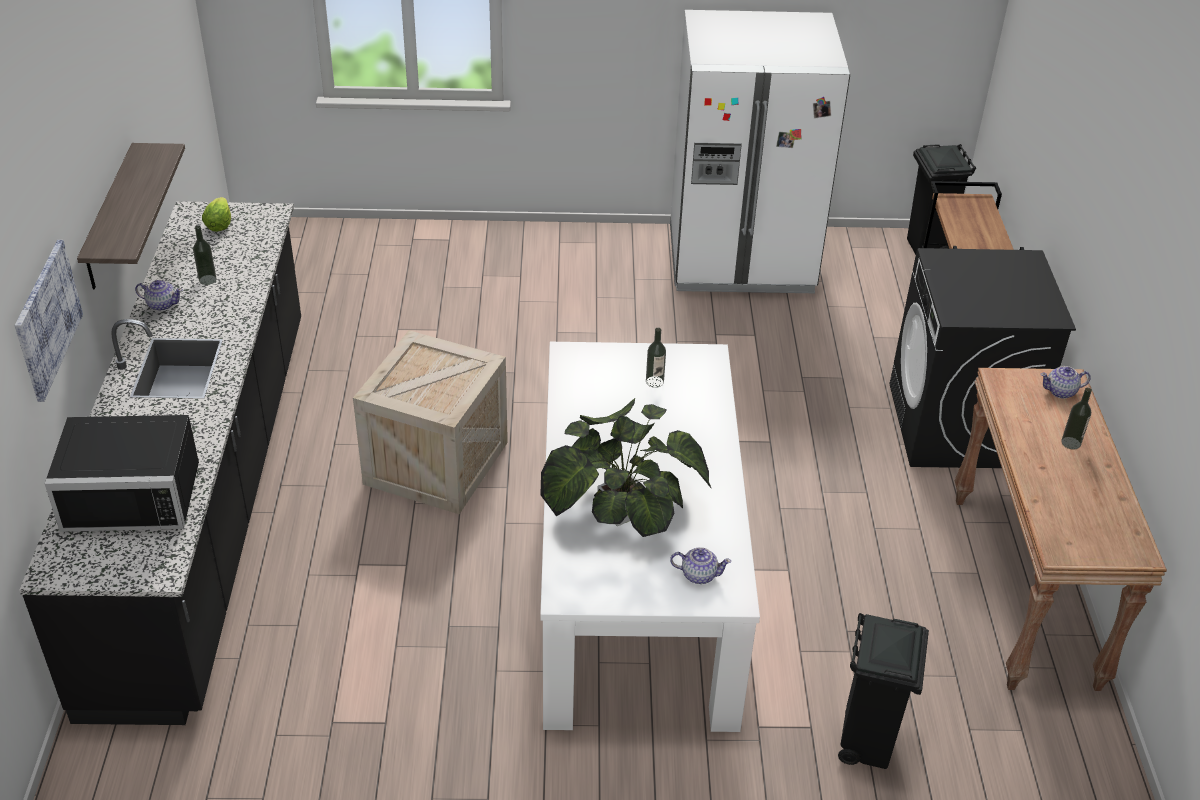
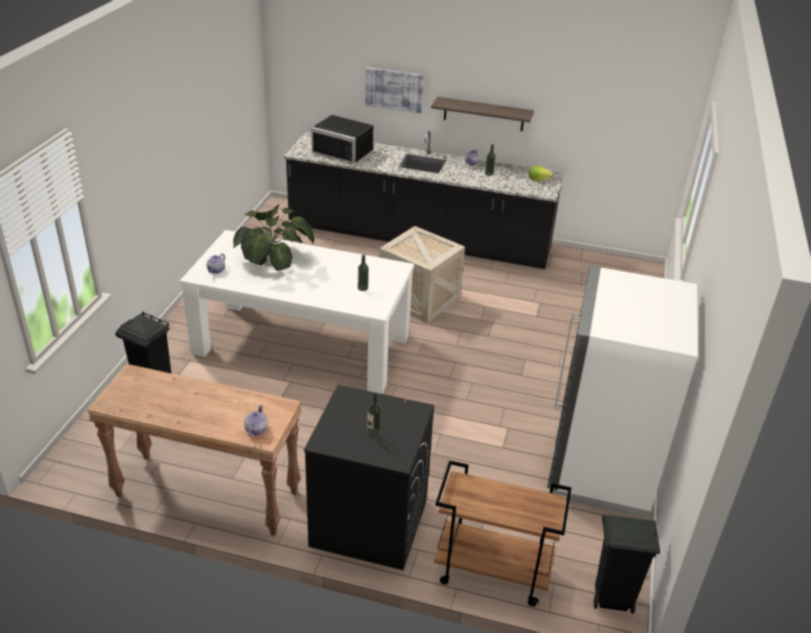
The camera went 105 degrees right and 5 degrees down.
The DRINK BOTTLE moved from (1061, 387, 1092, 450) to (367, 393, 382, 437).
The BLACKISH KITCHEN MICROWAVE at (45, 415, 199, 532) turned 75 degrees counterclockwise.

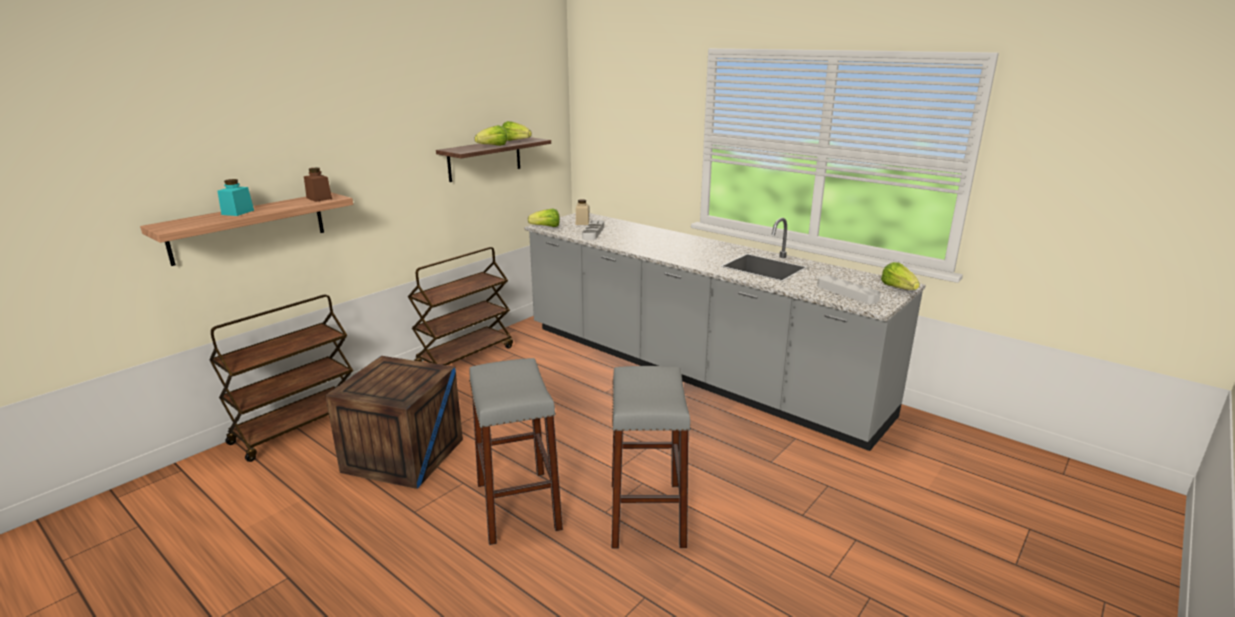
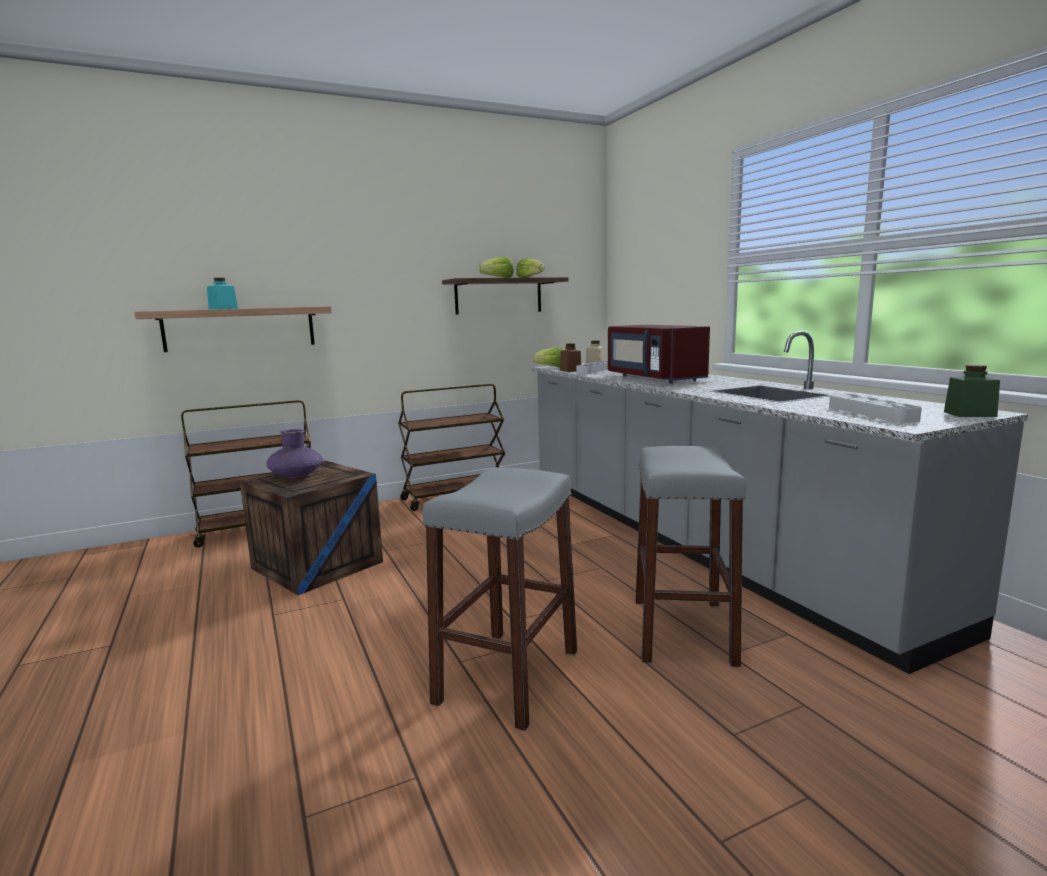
The camera went 25 degrees right and 10 degrees down.
The PURPLE FLOWER VASE at (266, 429, 323, 478) appeared.
The REDDISH KITCHEN MICROWAVE at (608, 325, 710, 384) appeared.
The BROWNISH STORAGE JAR moved from (304, 167, 332, 202) to (560, 343, 581, 372).
The GRAY SITTING STOOL moved from (469, 358, 563, 545) to (636, 446, 746, 667).
The HEAD OF LETTUCE at (881, 262, 920, 290) was replaced by the GREENISH STORAGE JAR at (944, 365, 1000, 417).

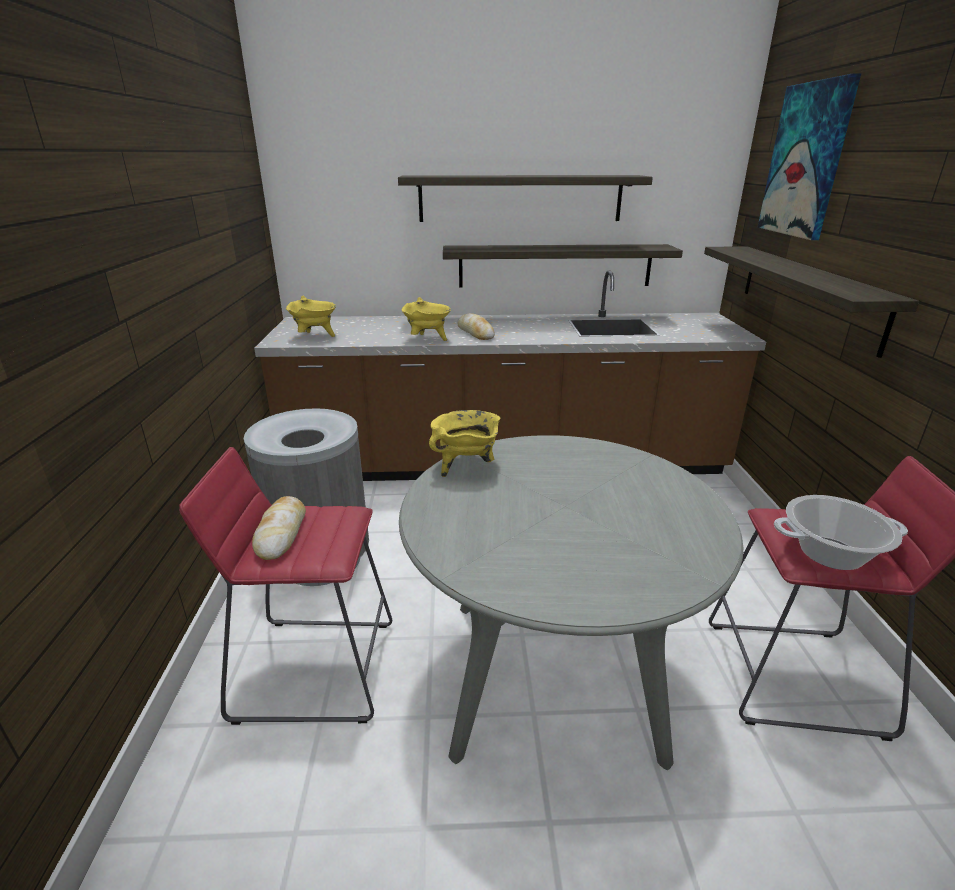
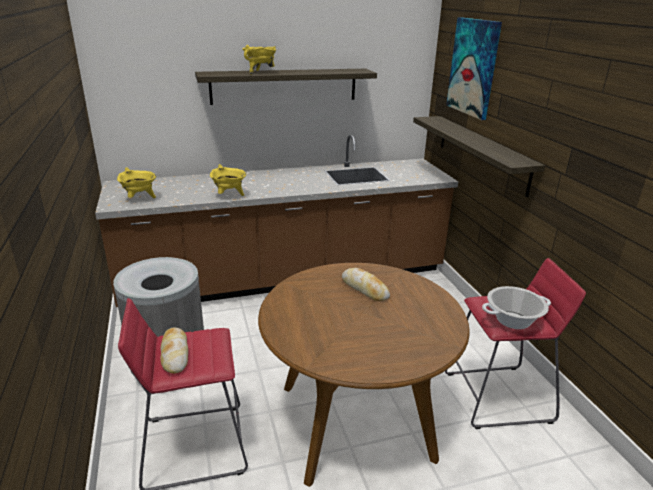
The camera went 15 degrees left and 0 degrees up.
The SHELF at (443, 244, 683, 288) disappeared.
The YELLOW STOCKPOT moved from (429, 410, 500, 477) to (242, 45, 276, 75).
The BAKED BREAD moved from (458, 313, 495, 340) to (342, 268, 390, 301).
The GRAY DINING TABLE at (399, 435, 743, 770) became the BROWNISH DINING TABLE at (258, 263, 470, 487).

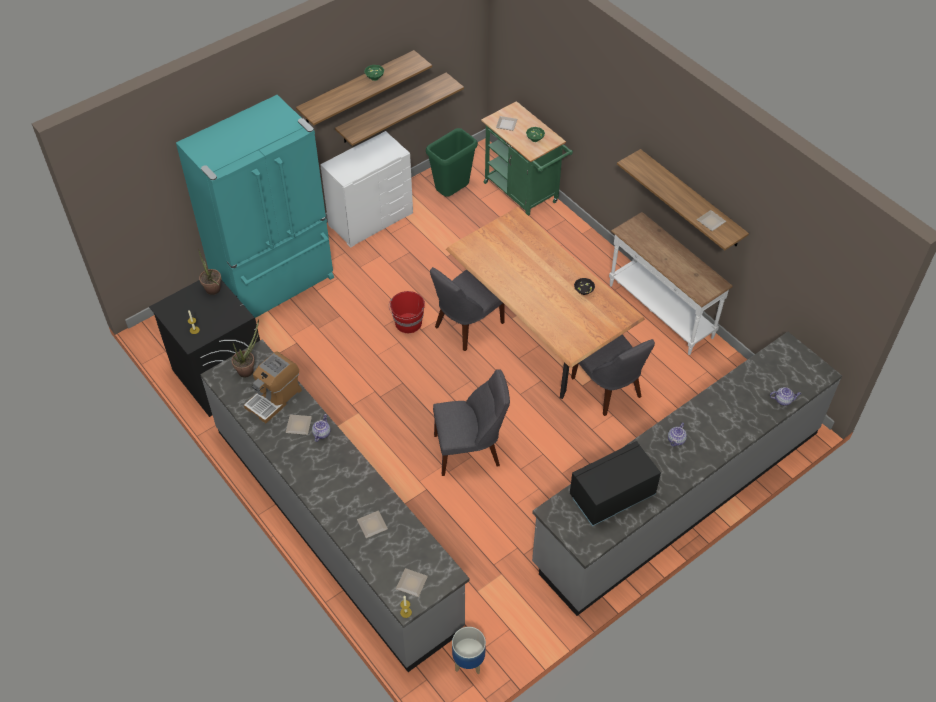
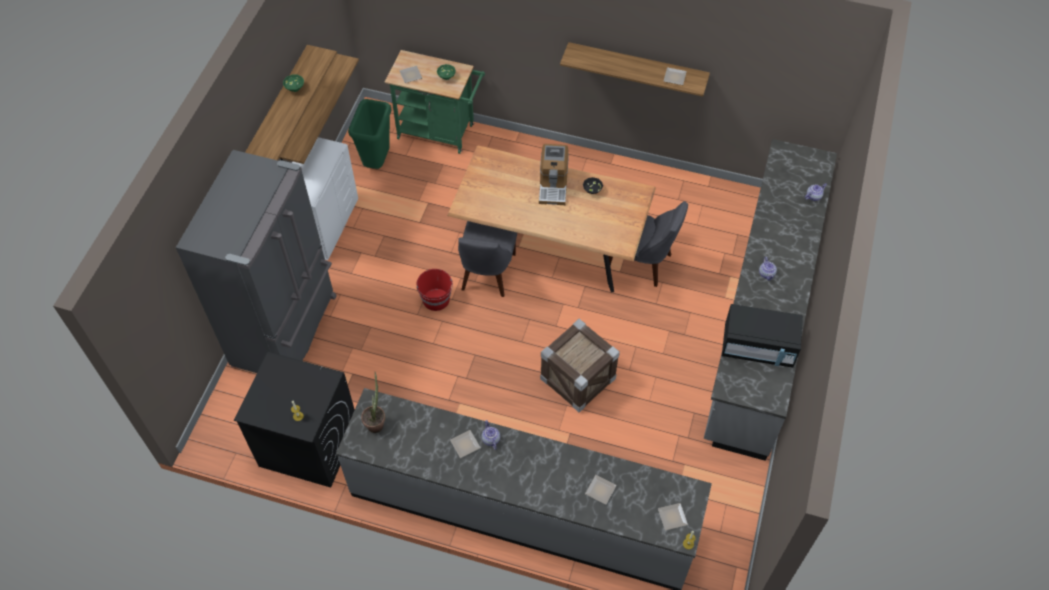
The camera went 35 degrees left and 5 degrees up.
The POTTED PLANT at (198, 249, 221, 295) disappeared.
The FLOWER POT at (452, 627, 486, 674) disappeared.
The WHITE-COLOURED HALL TABLE at (609, 212, 733, 355) disappeared.
The COFFEE BREWER moved from (244, 352, 302, 423) to (539, 144, 569, 205).
The GRAY PLAIN CHAIR at (433, 369, 510, 476) was replaced by the PACKING CRATE at (540, 319, 620, 413).
The BLUE-GREEN FRIDGE at (176, 95, 334, 318) became the GRAY FRIDGE at (176, 150, 337, 373).
The BLACKISH KITCHEN MICROWAVE at (570, 441, 661, 526) turned 105 degrees counterclockwise.

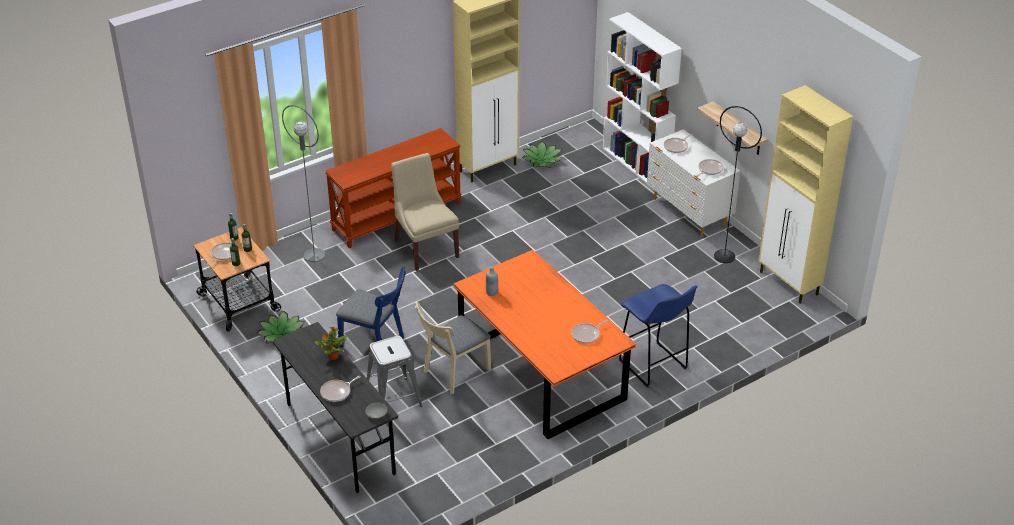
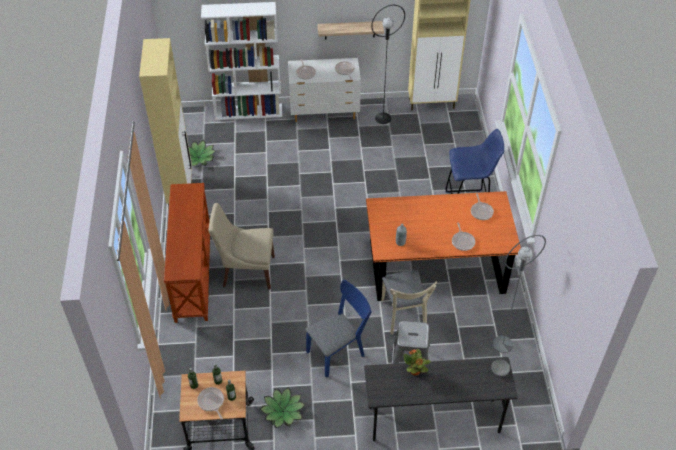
The camera went 60 degrees left and 10 degrees up.
The GRAY STANDARD LAMP moved from (282, 105, 325, 262) to (493, 235, 546, 353).
The PAN moved from (320, 376, 361, 402) to (452, 222, 475, 251).

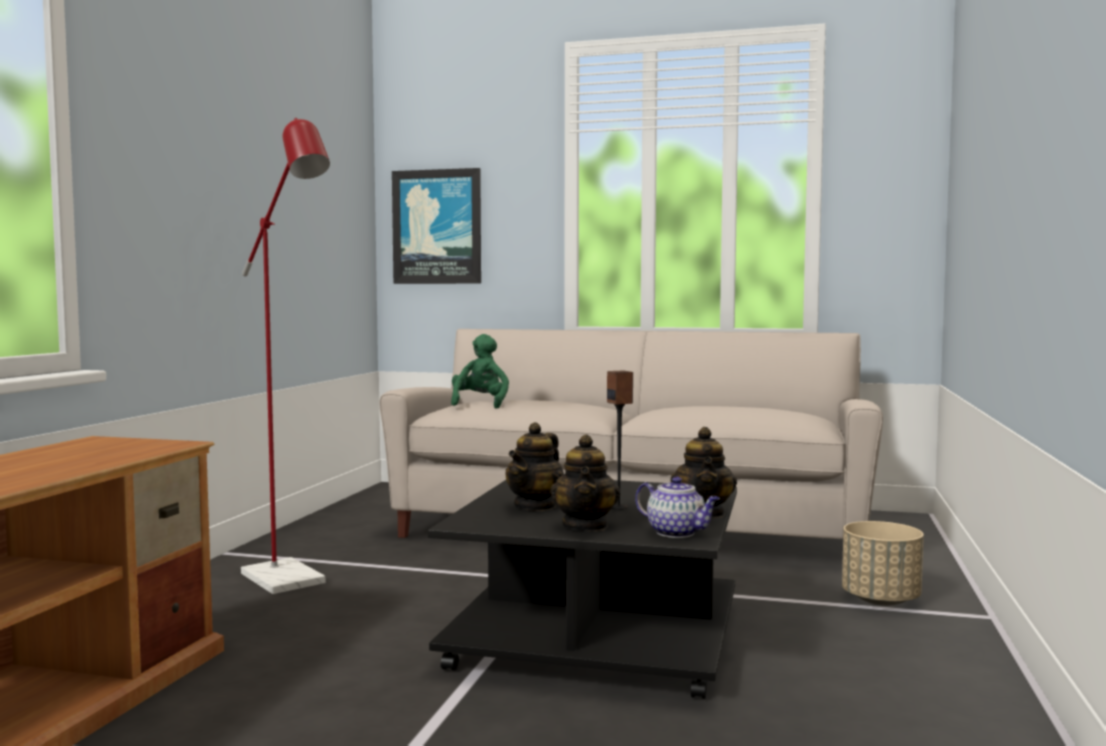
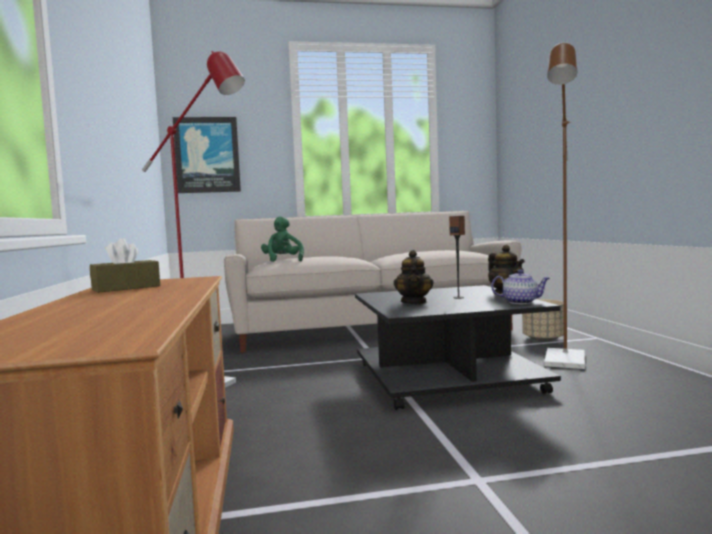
The camera went 25 degrees left and 0 degrees up.
The TEA POT at (550, 434, 620, 531) disappeared.
The BROWNISH BOX OF TISSUES at (90, 238, 160, 293) appeared.
The BROWNISH STANDARD LAMP at (544, 42, 585, 369) appeared.

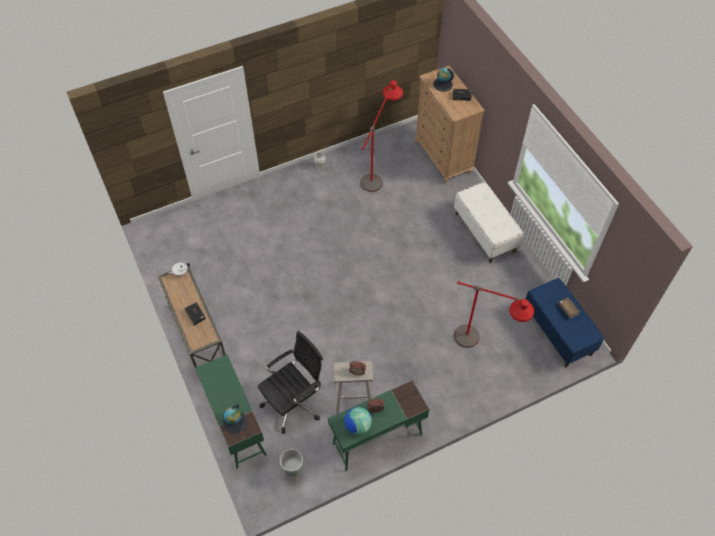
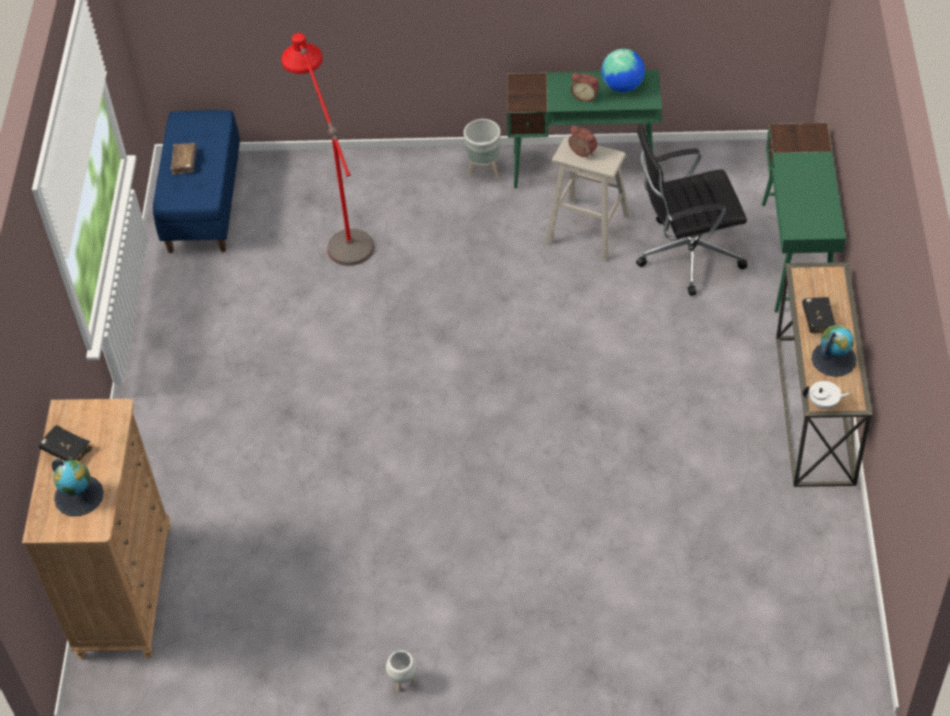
The camera went 150 degrees left and 5 degrees down.
The REDDISH STANDARD LAMP at (360, 80, 403, 192) disappeared.
The WHITE-COLOURED BENCH at (454, 182, 523, 263) disappeared.
The WORLD GLOBE moved from (222, 404, 247, 434) to (812, 325, 857, 377).
The GRAY FLOWER POT moved from (280, 449, 303, 482) to (464, 119, 501, 179).

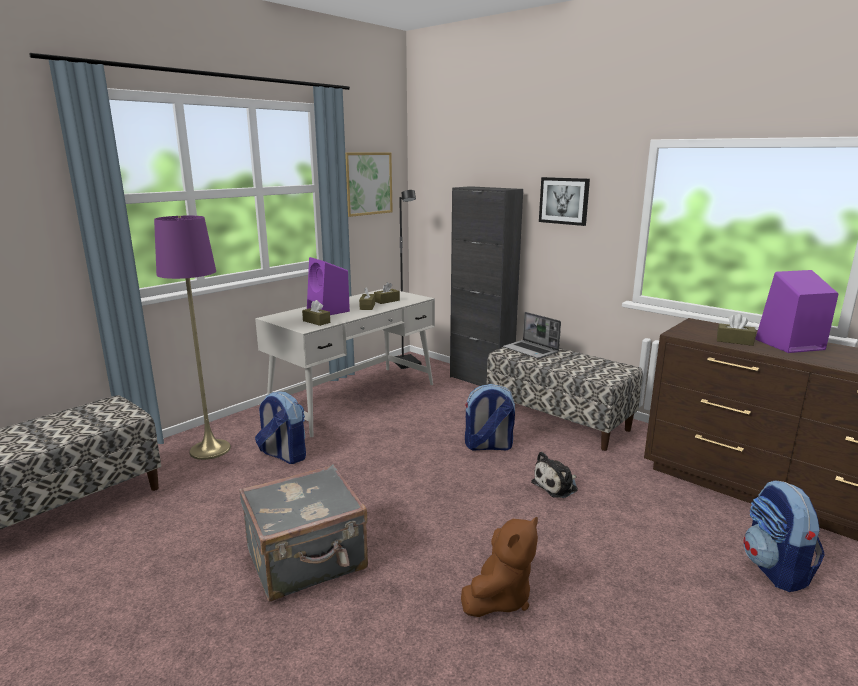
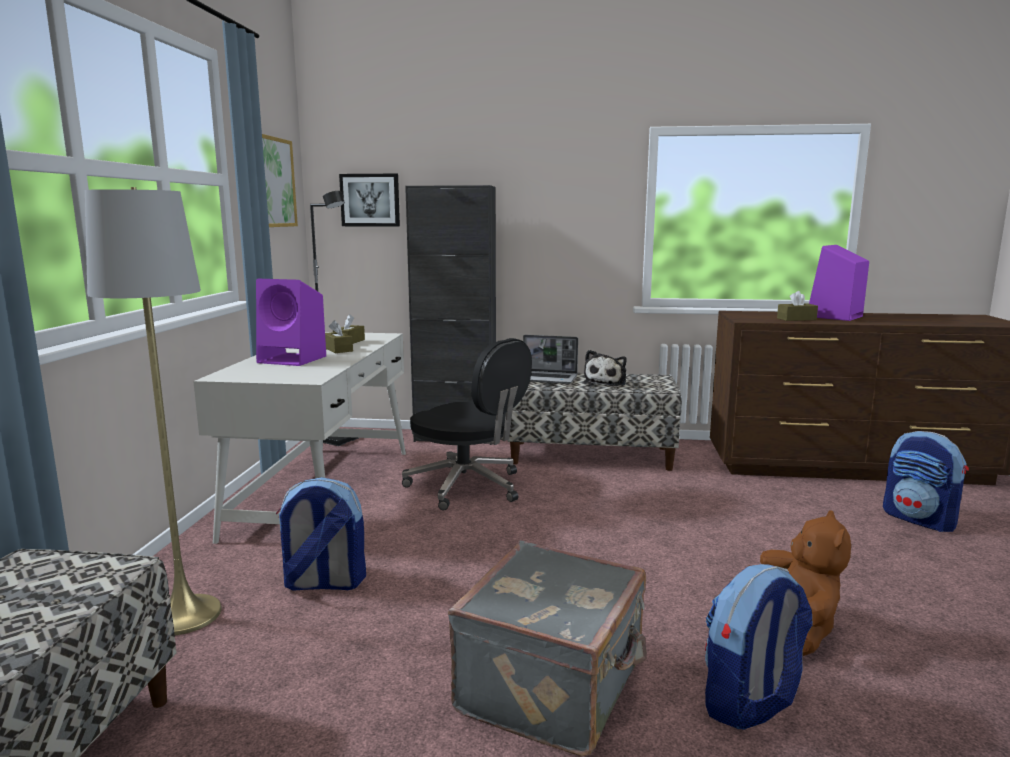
The camera went 35 degrees left and 5 degrees down.
The BROWNISH BOX OF TISSUES at (302, 300, 330, 326) disappeared.
The BLACKISH OFFICE CHAIR at (402, 338, 532, 511) appeared.
The RUCKSACK moved from (465, 384, 515, 451) to (705, 564, 813, 730).
The SOFT TOY moved from (531, 452, 578, 498) to (584, 350, 627, 386).
The WALL PICTURE moved from (539, 177, 590, 226) to (339, 174, 400, 226).
The PURPLE STANDARD LAMP at (154, 216, 231, 460) became the GRAY STANDARD LAMP at (85, 187, 222, 635).

